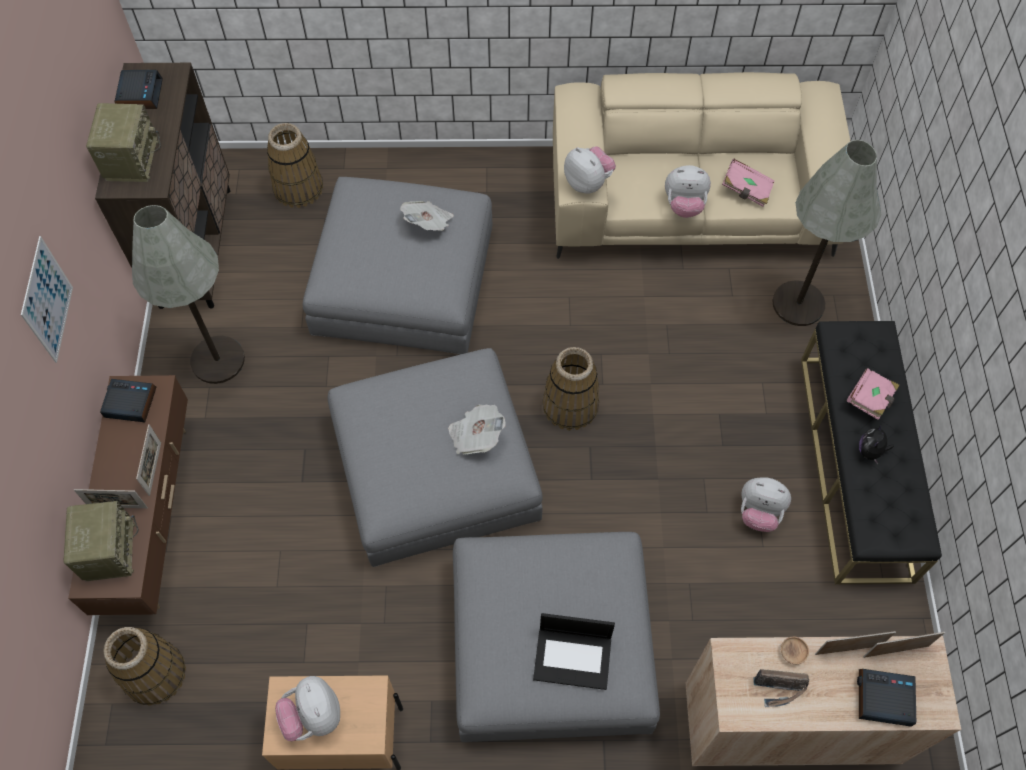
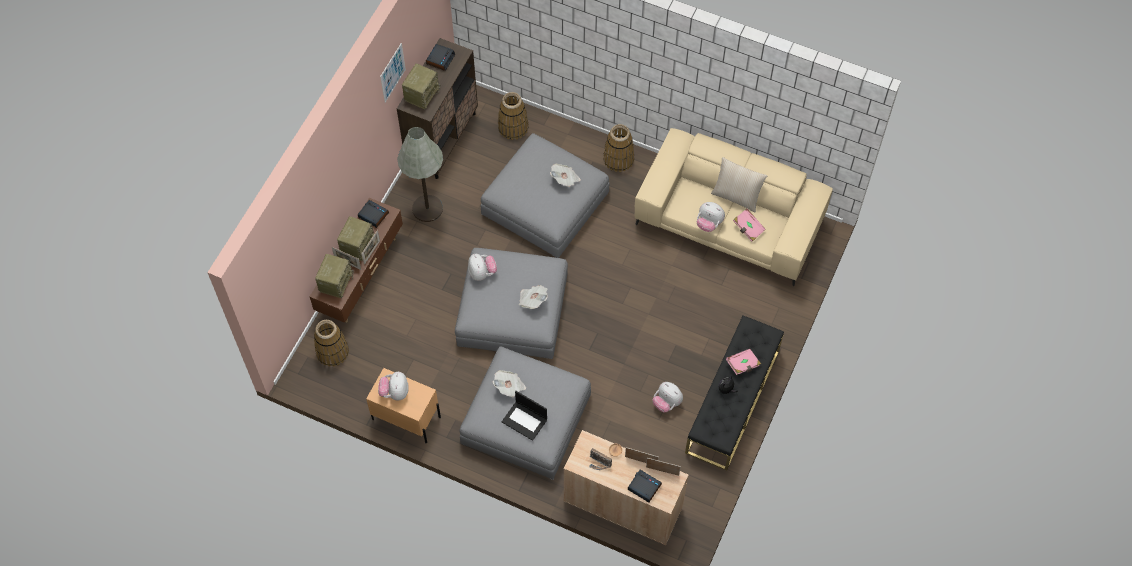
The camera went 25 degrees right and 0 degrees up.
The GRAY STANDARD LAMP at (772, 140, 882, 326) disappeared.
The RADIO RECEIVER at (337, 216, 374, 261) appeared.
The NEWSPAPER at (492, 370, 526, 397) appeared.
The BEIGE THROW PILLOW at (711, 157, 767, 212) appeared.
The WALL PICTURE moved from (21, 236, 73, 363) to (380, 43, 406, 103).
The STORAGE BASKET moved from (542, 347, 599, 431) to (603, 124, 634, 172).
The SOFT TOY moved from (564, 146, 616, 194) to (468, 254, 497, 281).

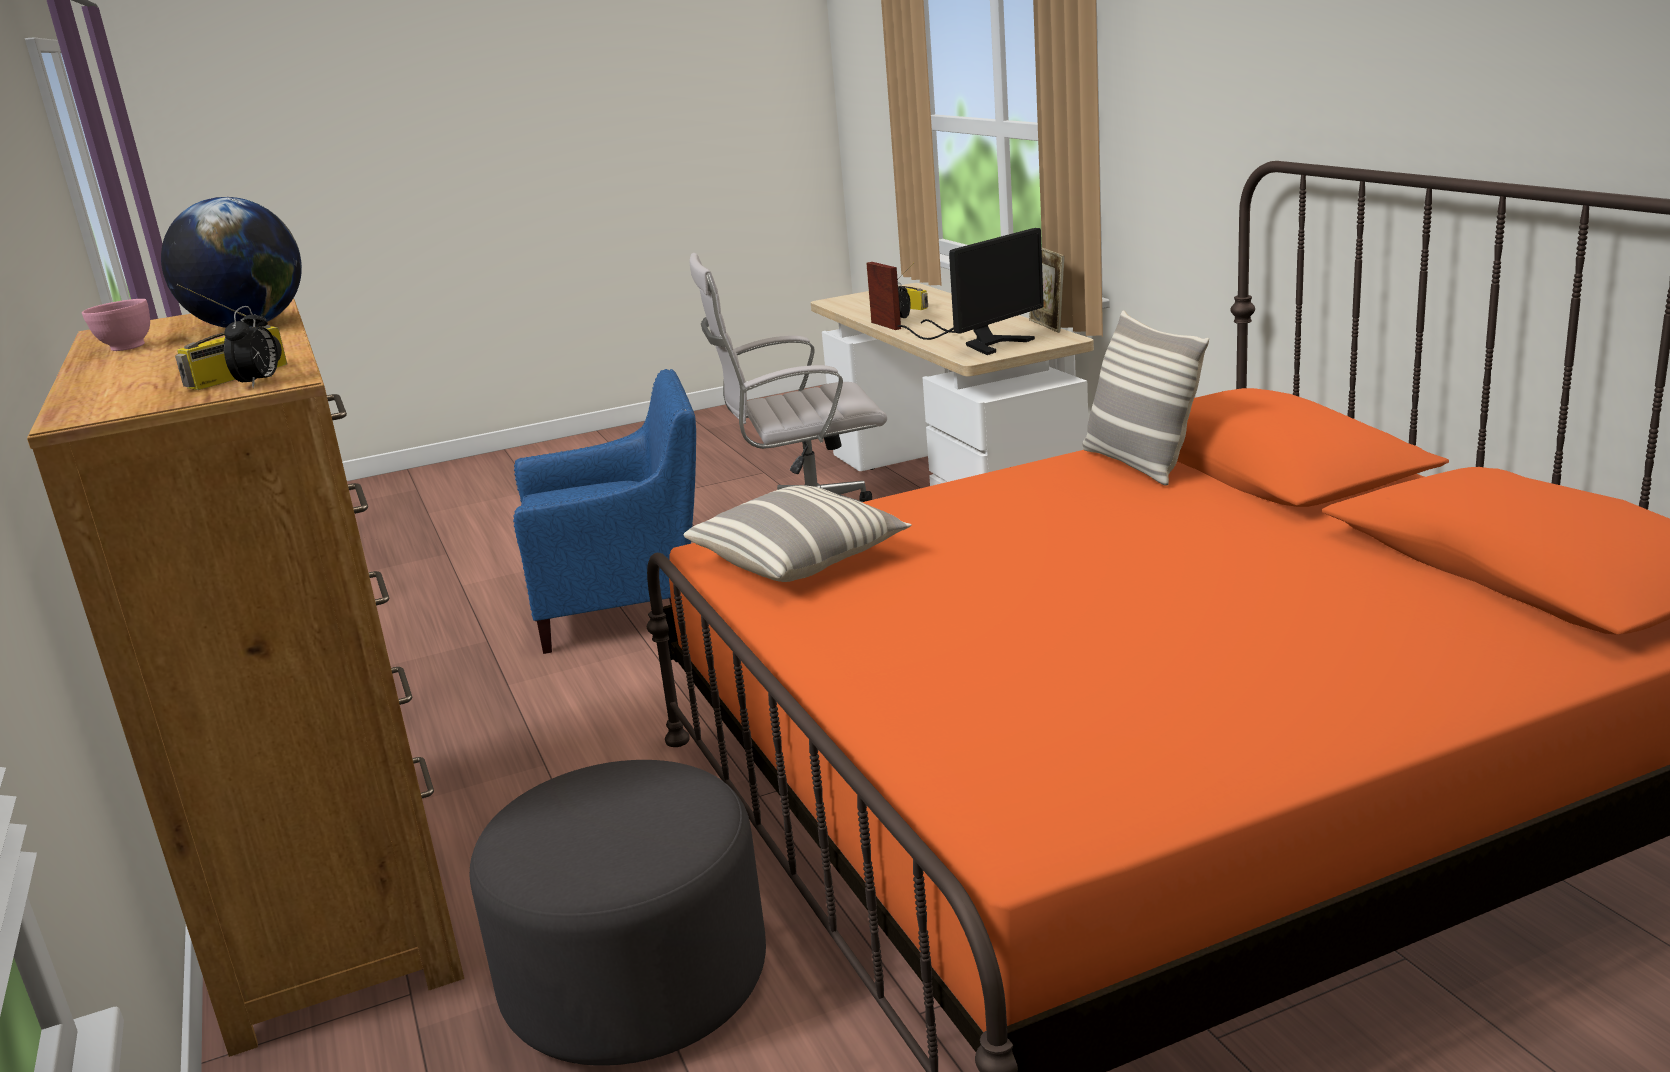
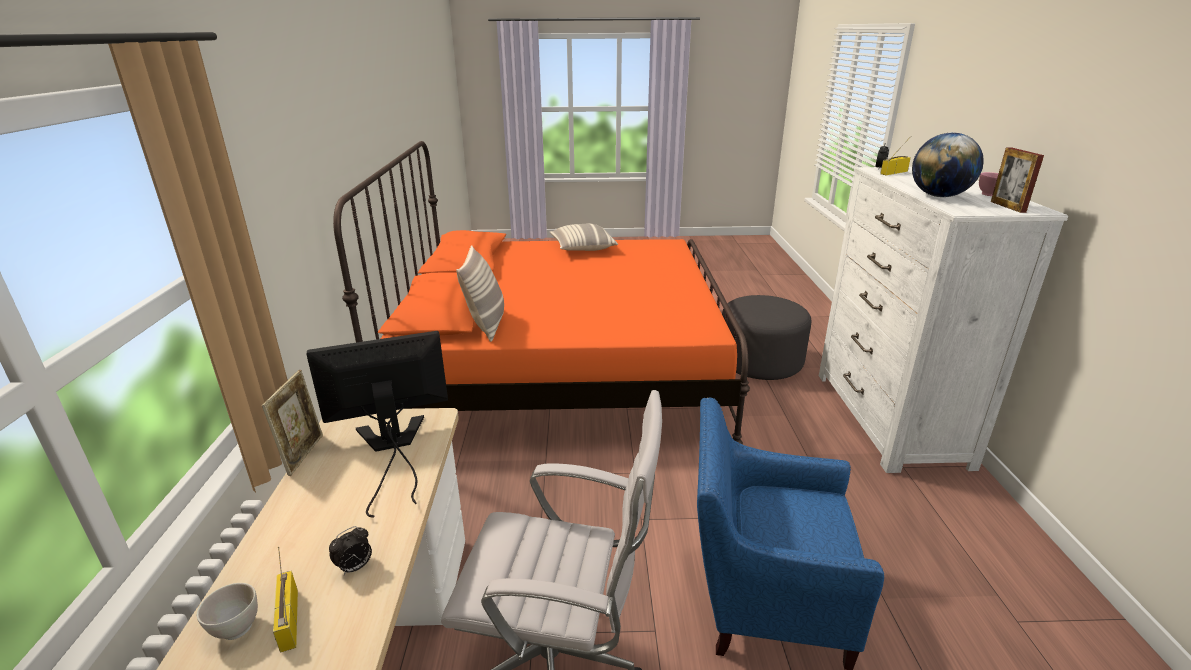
The camera went 160 degrees left and 5 degrees up.
The WHITE-COLOURED DEEP DISH at (197, 583, 258, 640) appeared.
The THROW PILLOW moved from (684, 485, 912, 582) to (550, 224, 618, 251).
The PICTURE FRAME moved from (866, 262, 901, 330) to (991, 147, 1044, 213).
The BROWNISH DRESSER at (27, 299, 464, 1057) became the WHITE-COLOURED DRESSER at (819, 167, 1068, 473).

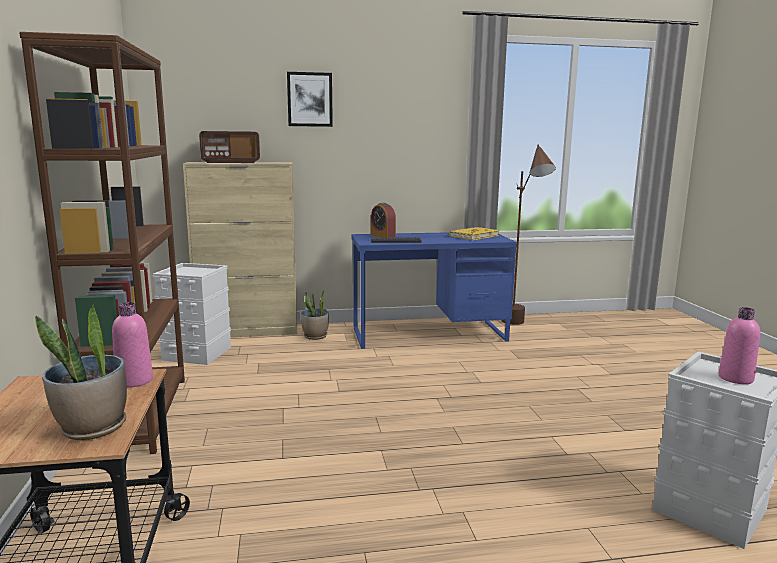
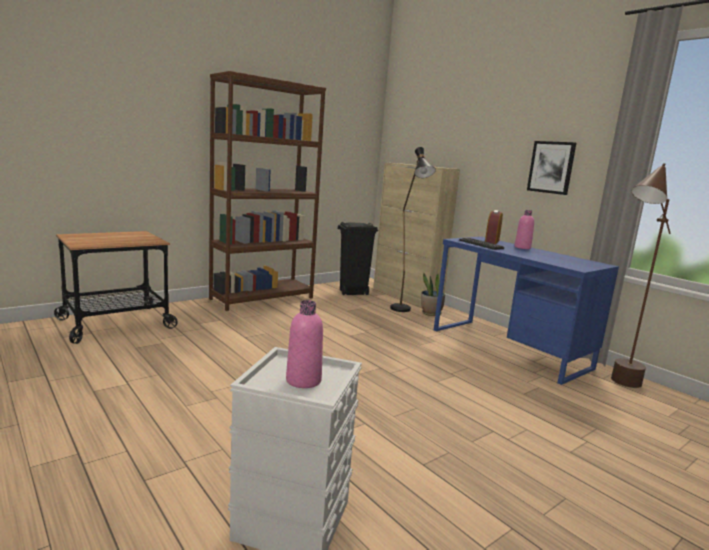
The camera went 60 degrees right and 0 degrees up.
The POTTED PLANT at (35, 305, 127, 440) disappeared.
The RADIO RECEIVER at (199, 131, 260, 163) disappeared.
The YELLOW VOLUME at (449, 227, 499, 240) disappeared.
The BLACKISH STANDARD LAMP at (390, 147, 436, 312) appeared.
The PINKISH DRINK BOTTLE moved from (112, 302, 153, 388) to (514, 210, 534, 249).
The WALL PICTURE moved from (287, 72, 333, 127) to (527, 141, 576, 195).
The WHITE-COLOURED STORAGE CONTAINER at (153, 263, 231, 365) was replaced by the BLACKISH RUBBISH BIN at (338, 222, 378, 295).

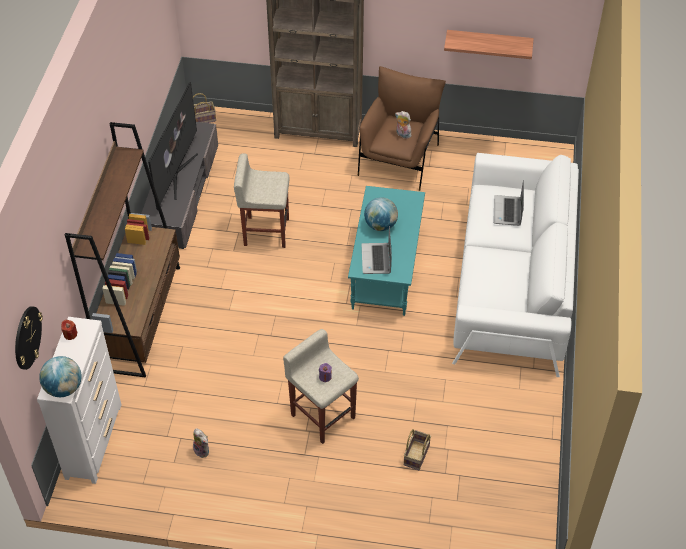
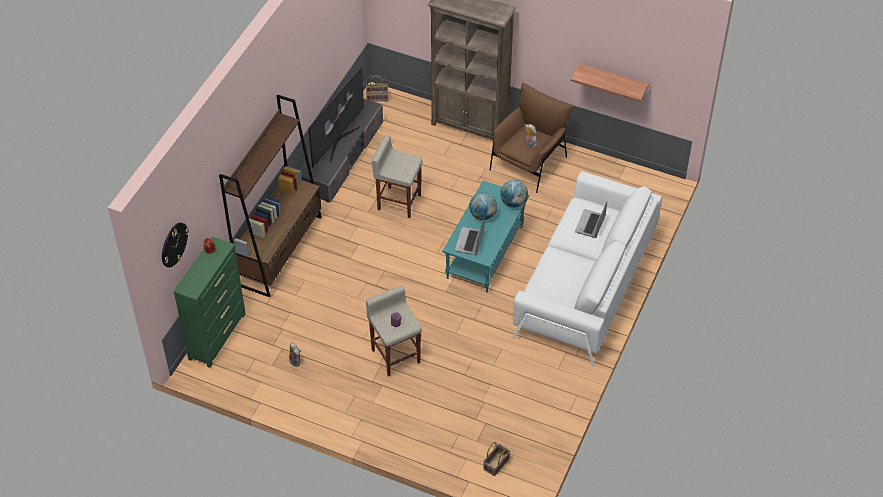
The camera went 15 degrees right and 0 degrees up.
The WORLD GLOBE moved from (39, 356, 82, 397) to (500, 180, 528, 207).
The STORAGE BASKET moved from (404, 429, 431, 470) to (483, 442, 510, 477).
The WHITE-COLOURED DRESSER at (37, 317, 122, 484) became the GREENISH DRESSER at (173, 236, 246, 368).

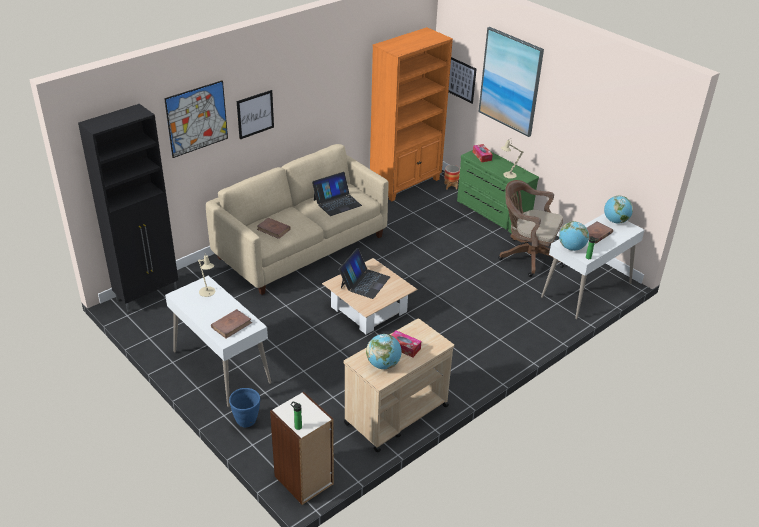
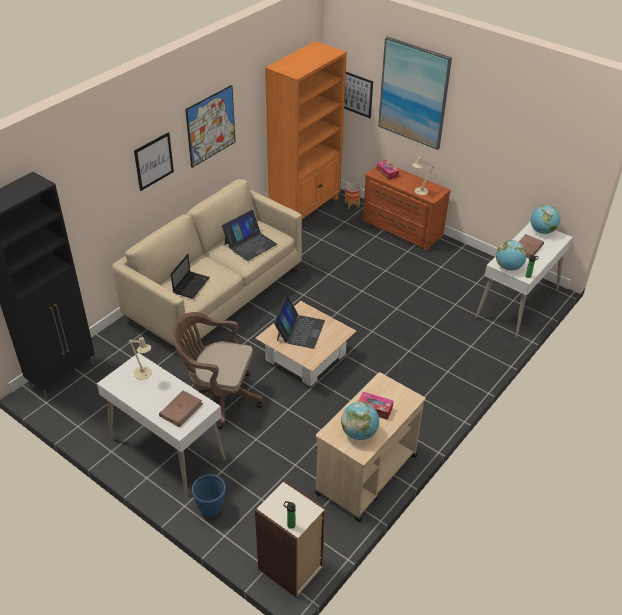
The camera went 10 degrees left and 5 degrees up.
The WALL PICTURE moved from (164, 80, 228, 158) to (185, 85, 236, 168).
The BROWNISH OFFICE CHAIR moved from (498, 180, 564, 277) to (172, 312, 263, 429).
The BROWNISH VOLUME at (257, 217, 291, 239) was replaced by the NOTEBOOK COMPUTER at (171, 254, 210, 299).
The GREENISH DRESSER at (457, 150, 539, 234) became the BROWNISH DRESSER at (363, 167, 451, 251).

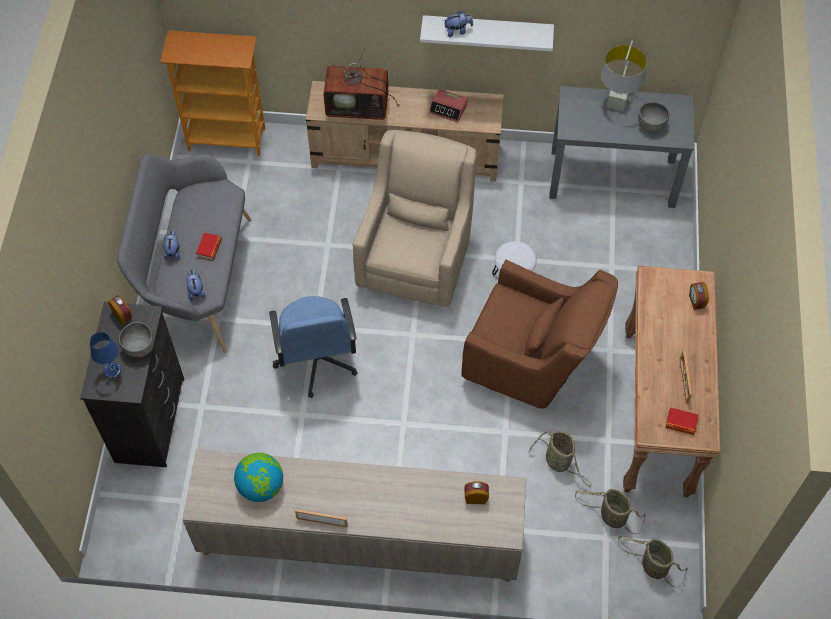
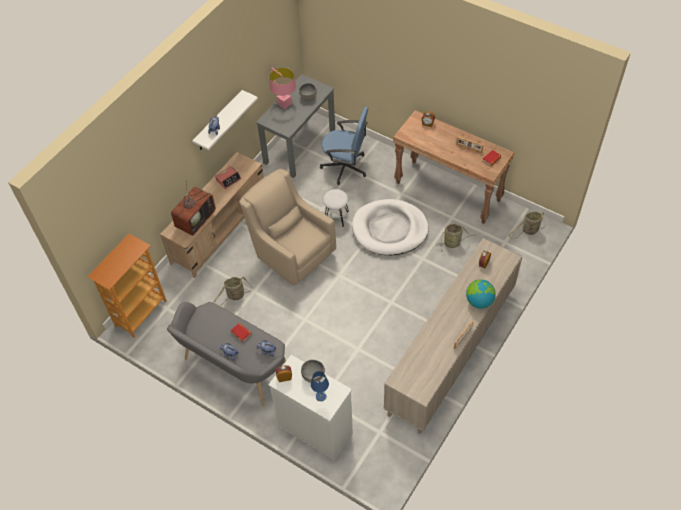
The camera went 60 degrees left and 5 degrees down.
The WORLD GLOBE moved from (234, 453, 283, 502) to (466, 279, 496, 309).
The BLUE-COLOURED OFFICE CHAIR moved from (269, 296, 358, 398) to (320, 107, 368, 185).
The STORAGE BASKET moved from (575, 489, 645, 534) to (213, 277, 252, 306).
The BROWNISH ARMCHAIR at (461, 260, 618, 409) was replaced by the WHITE-COLOURED PET BED at (352, 199, 429, 255).
The BLACKISH DRESSER at (80, 302, 184, 467) became the WHITE-COLOURED DRESSER at (268, 355, 353, 462).
The GRAY LAMP FOR A TABLE at (601, 41, 647, 111) became the PINKISH LAMP FOR A TABLE at (269, 68, 296, 109).

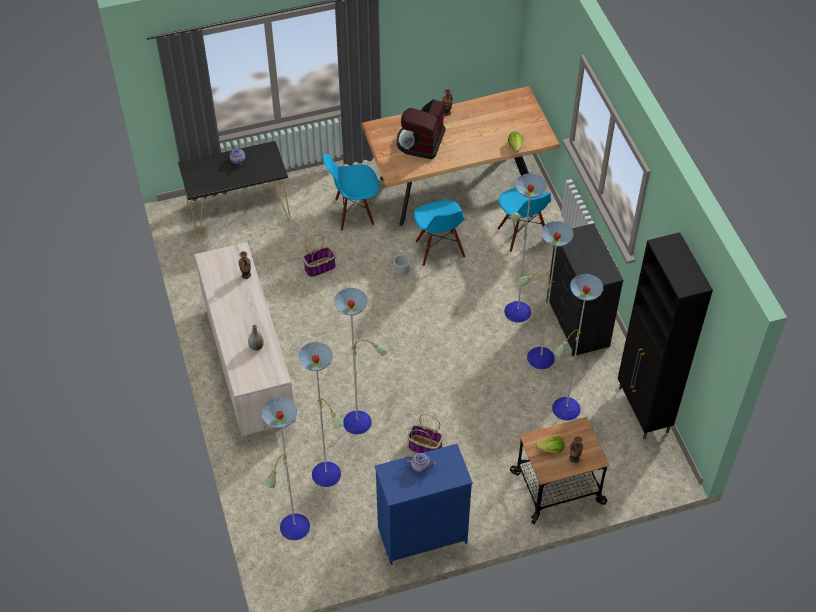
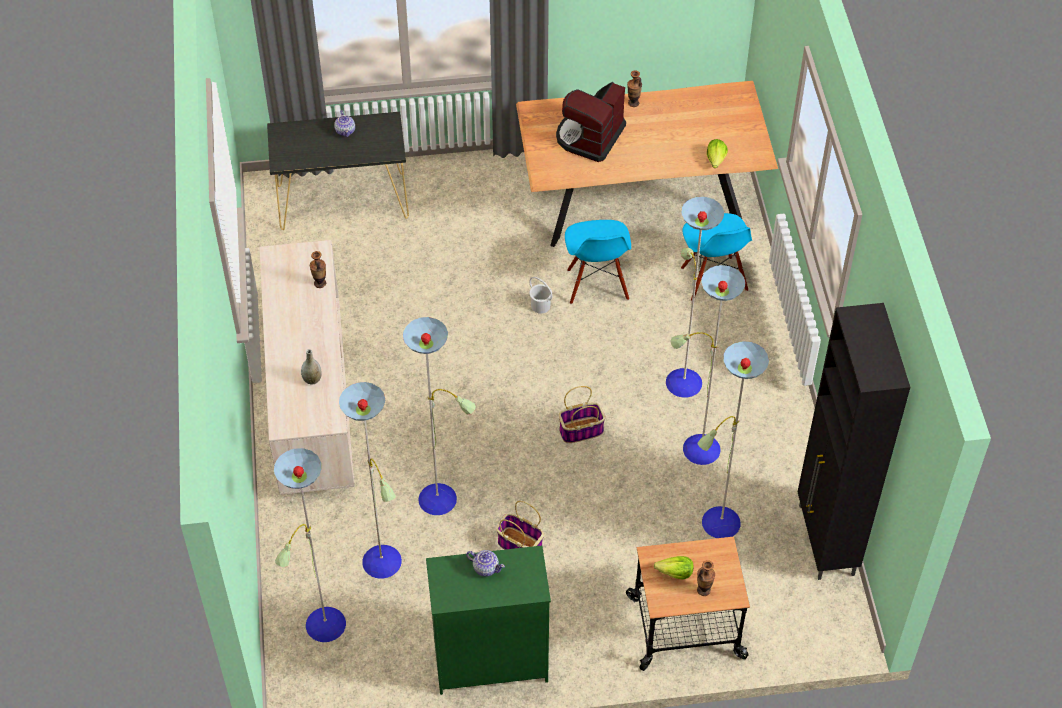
The camera went 10 degrees right and 0 degrees up.
The BLUE-COLOURED PLAIN CHAIR at (323, 154, 379, 231) disappeared.
The BLACKISH DRESSER at (546, 223, 624, 356) disappeared.
The STORAGE BASKET moved from (303, 234, 336, 277) to (559, 386, 606, 443).
The BLUE-COLOURED DRESSER at (375, 444, 473, 565) became the GREENISH DRESSER at (426, 546, 551, 695).

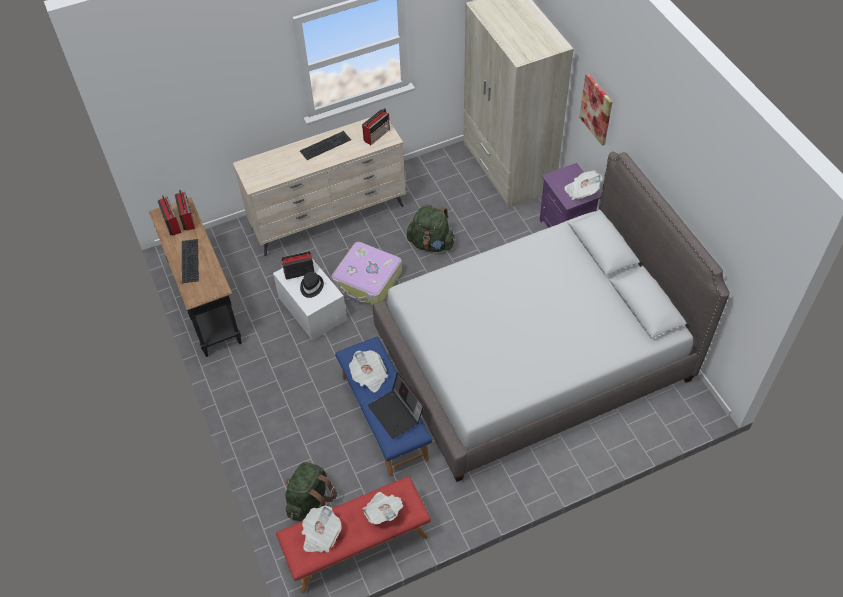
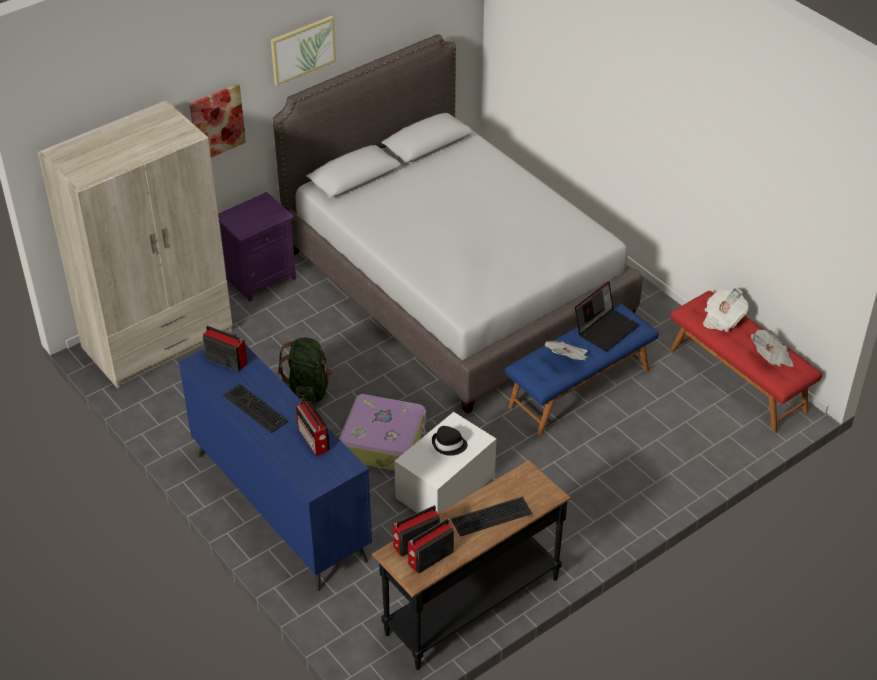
The camera went 105 degrees left and 10 degrees down.
The GREENISH RUCKSACK at (285, 462, 337, 521) disappeared.
The NEWSPAPER at (564, 170, 602, 200) disappeared.
The WALL PICTURE at (271, 16, 336, 86) appeared.
The RADIO RECEIVER moved from (281, 251, 315, 280) to (296, 399, 330, 456).
The BEIGE DRESSER at (233, 117, 406, 256) became the BLUE-COLOURED DRESSER at (178, 334, 372, 591).

